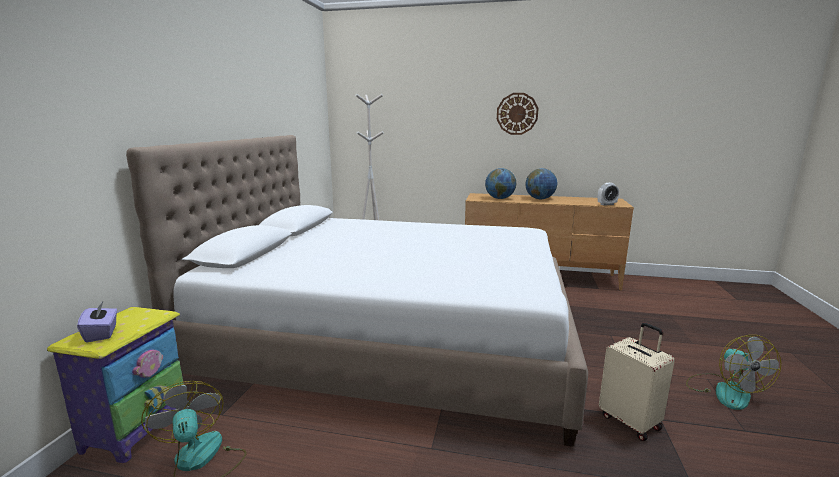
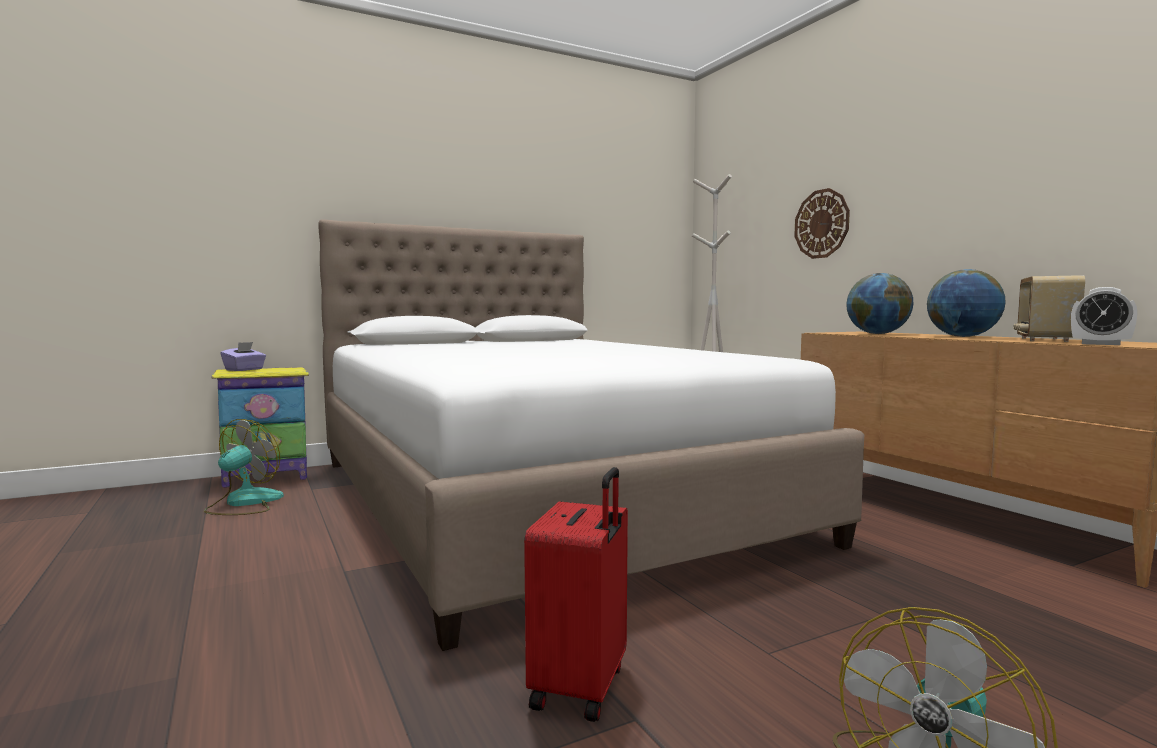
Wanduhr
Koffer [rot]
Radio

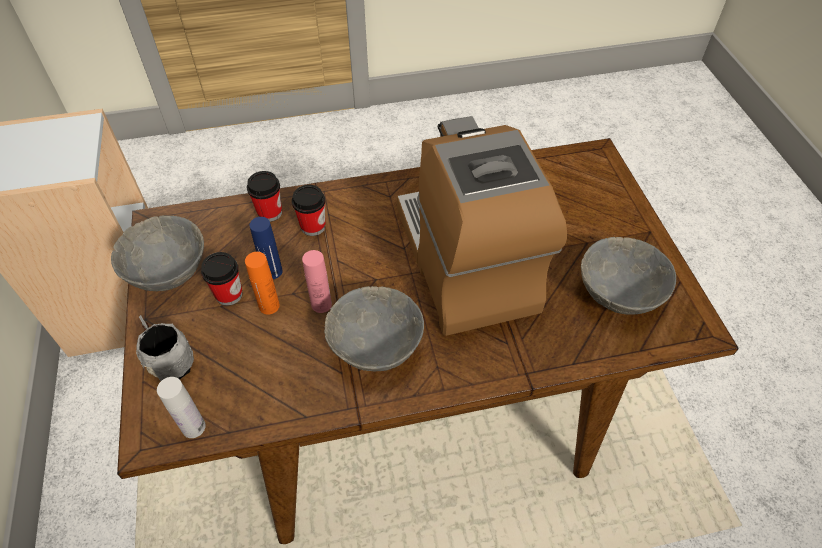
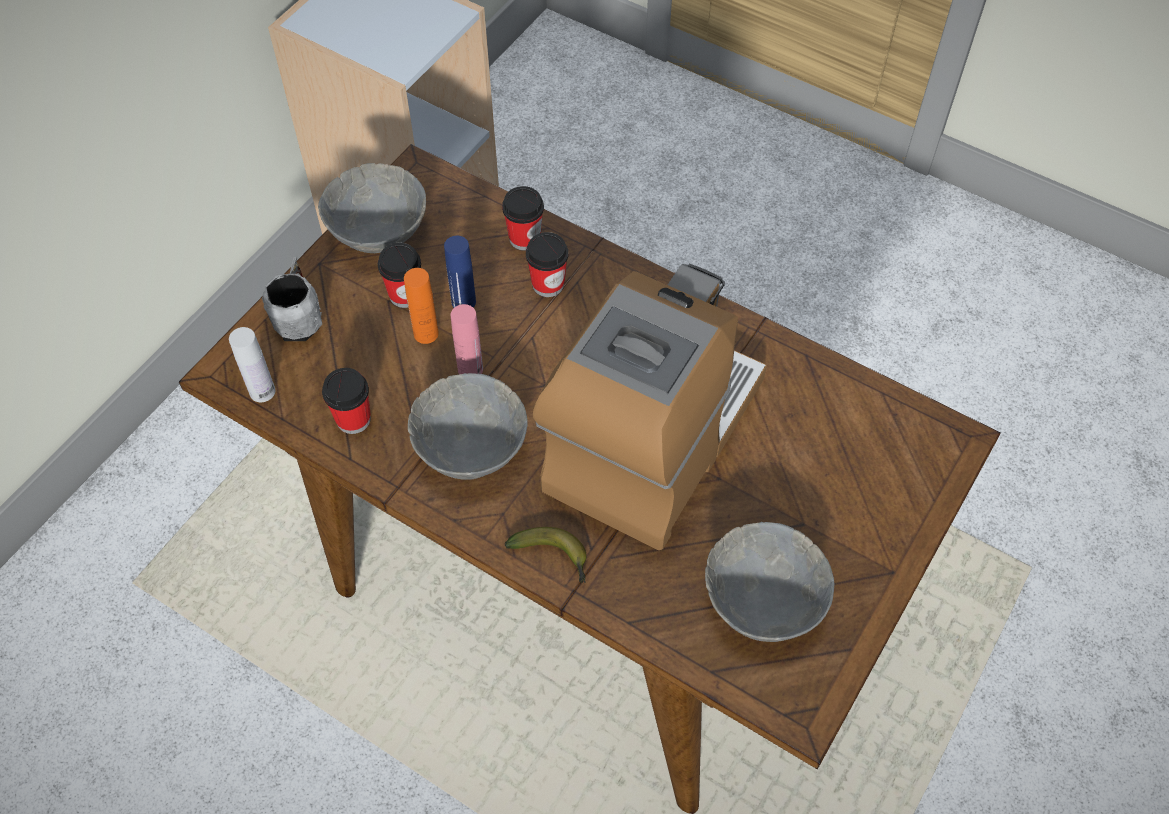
Tasse (no. 1 from left)
Banane

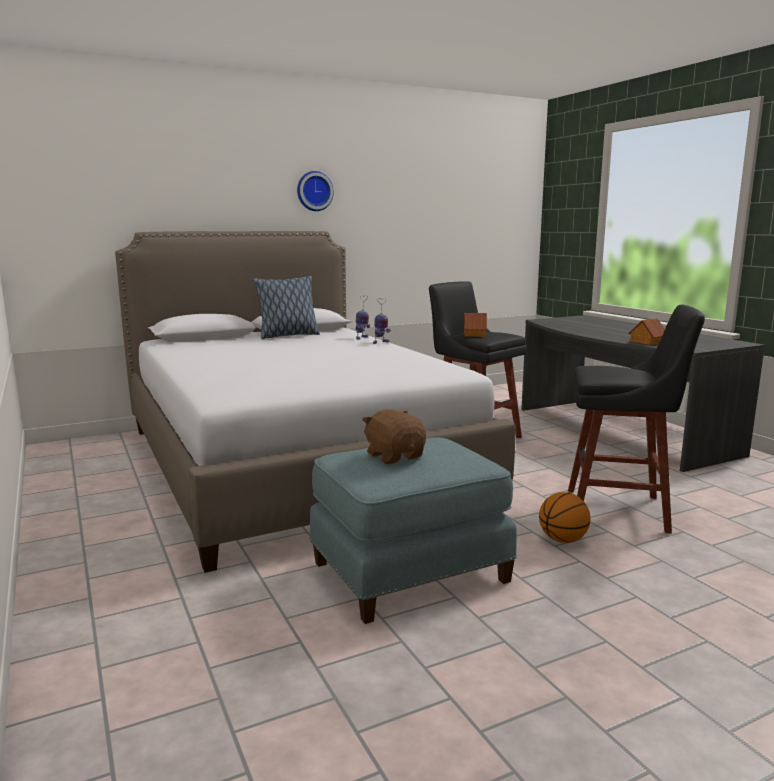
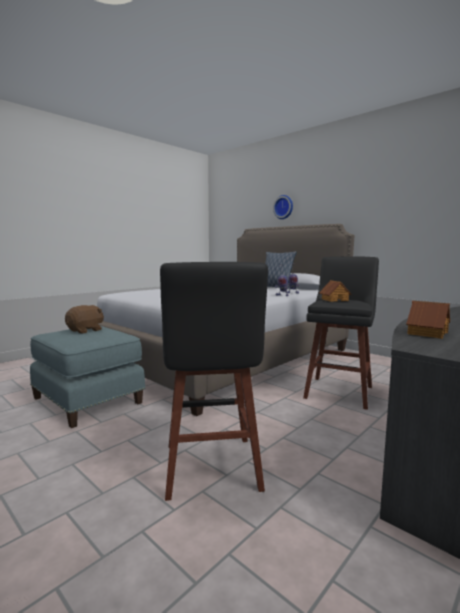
Wanduhr
Basketball

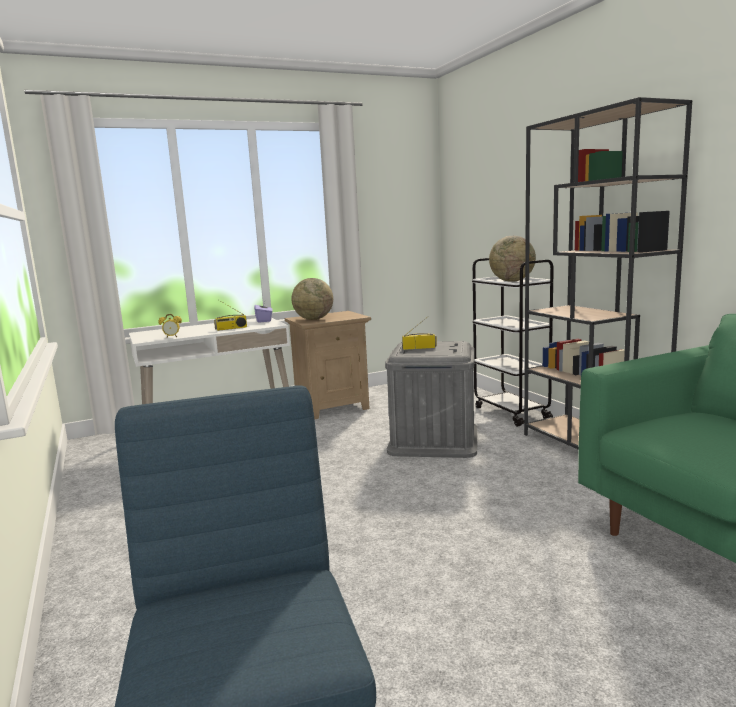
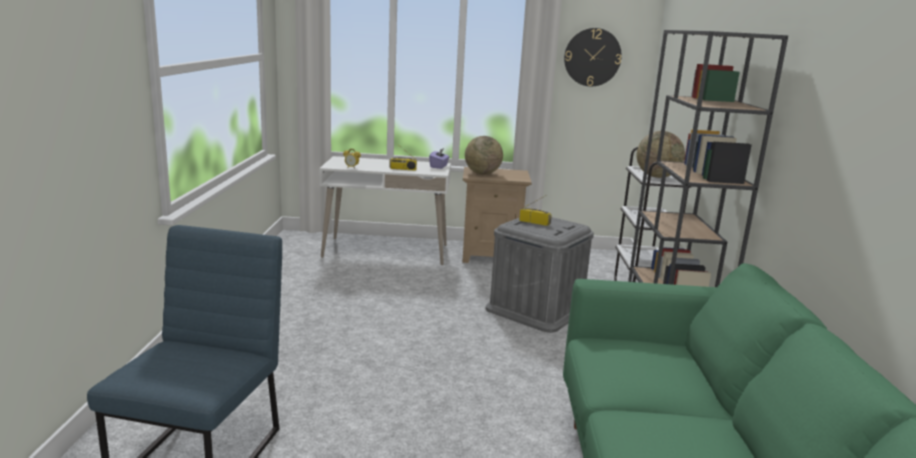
Wanduhr

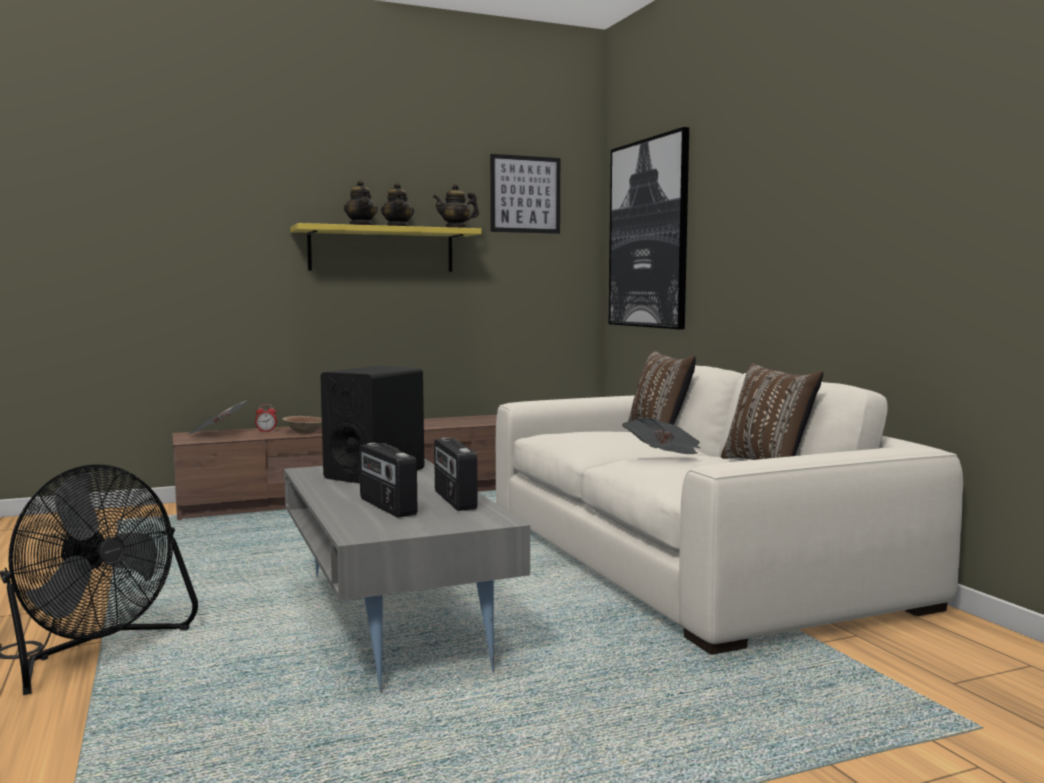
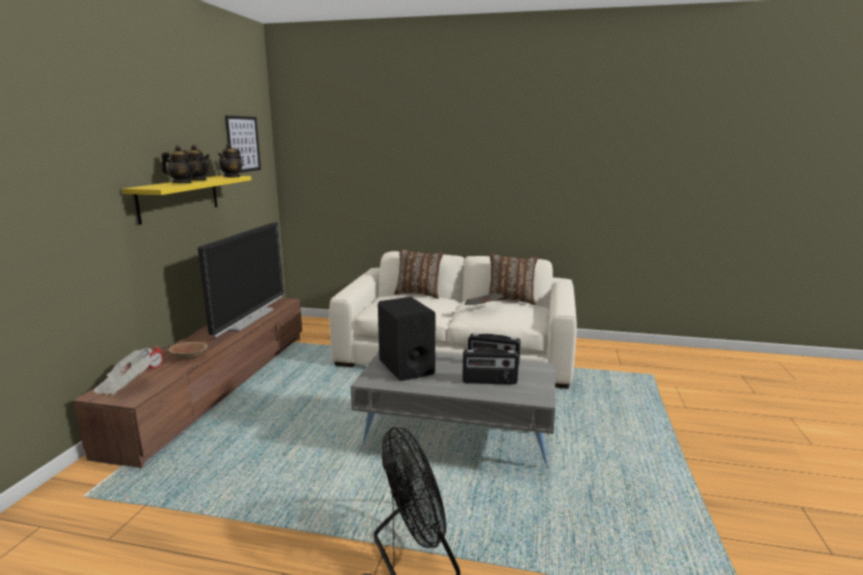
Bild (no. 2 from left in the first image)
Fernseher

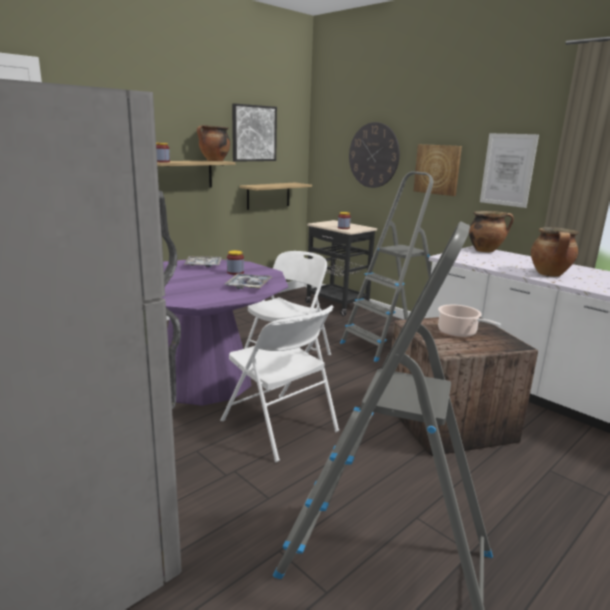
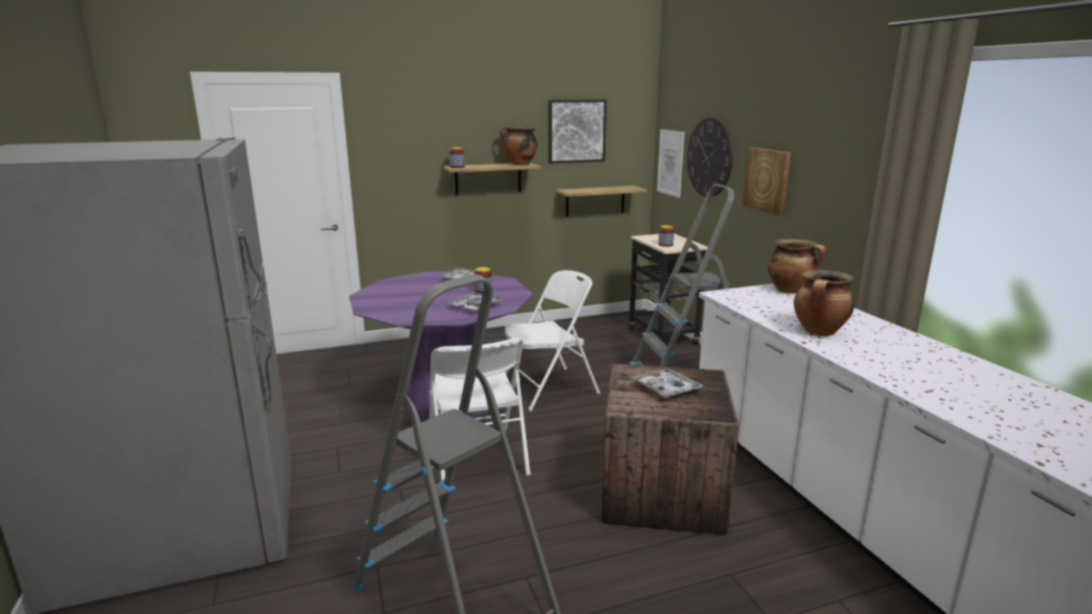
Tablett (no. 3 from left)
Bild (no. 2 from left)

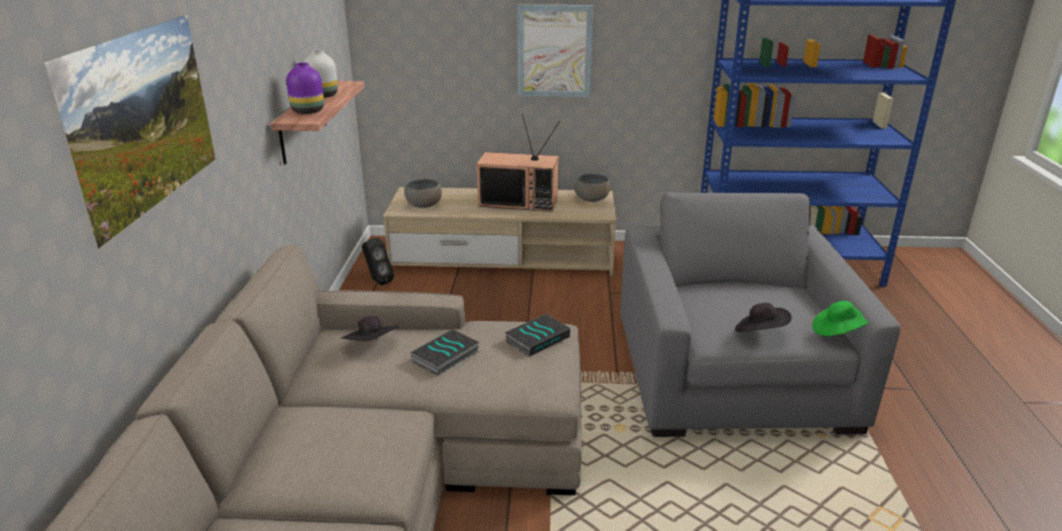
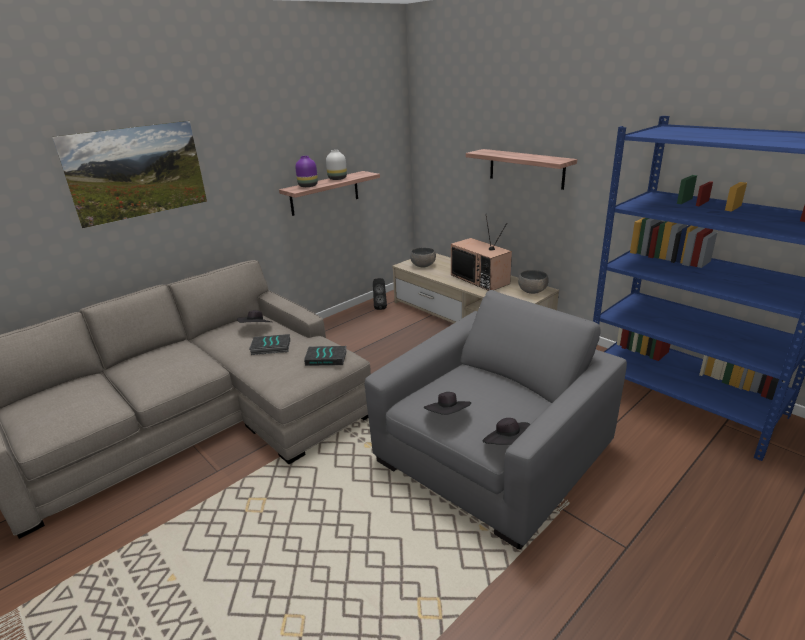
Wandregal (no. 2 from left)
Hut [schwarz] (no. 3 from left)

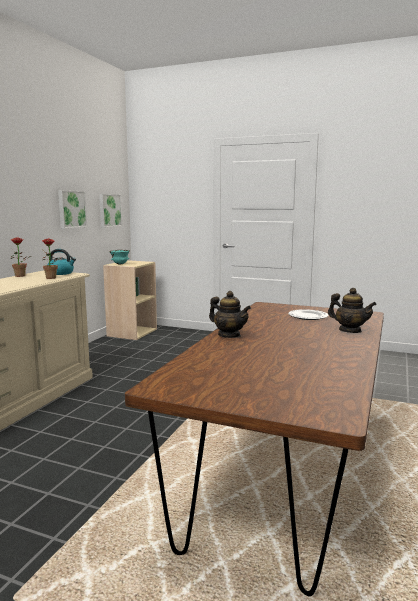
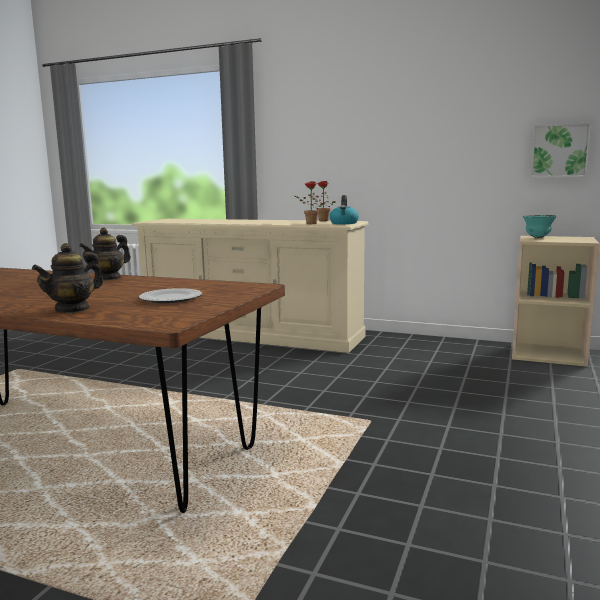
Bild (no. 1 from left in the first image)

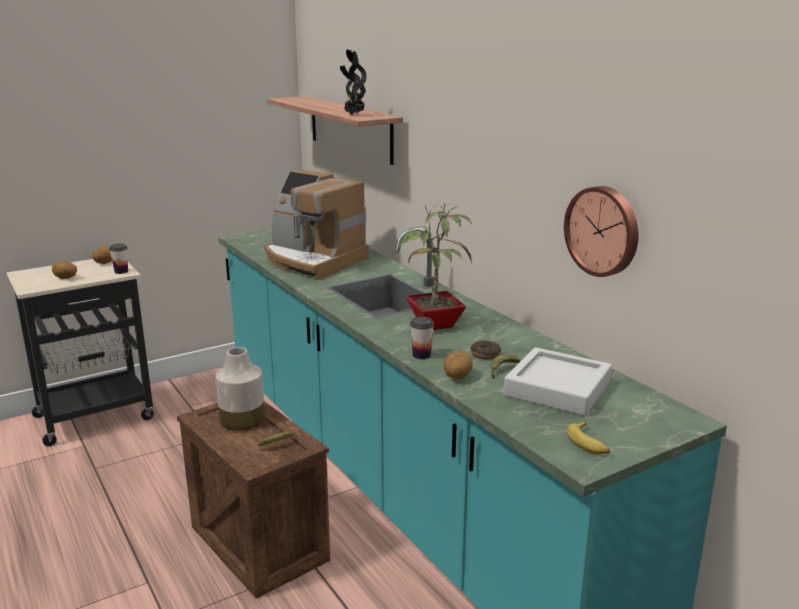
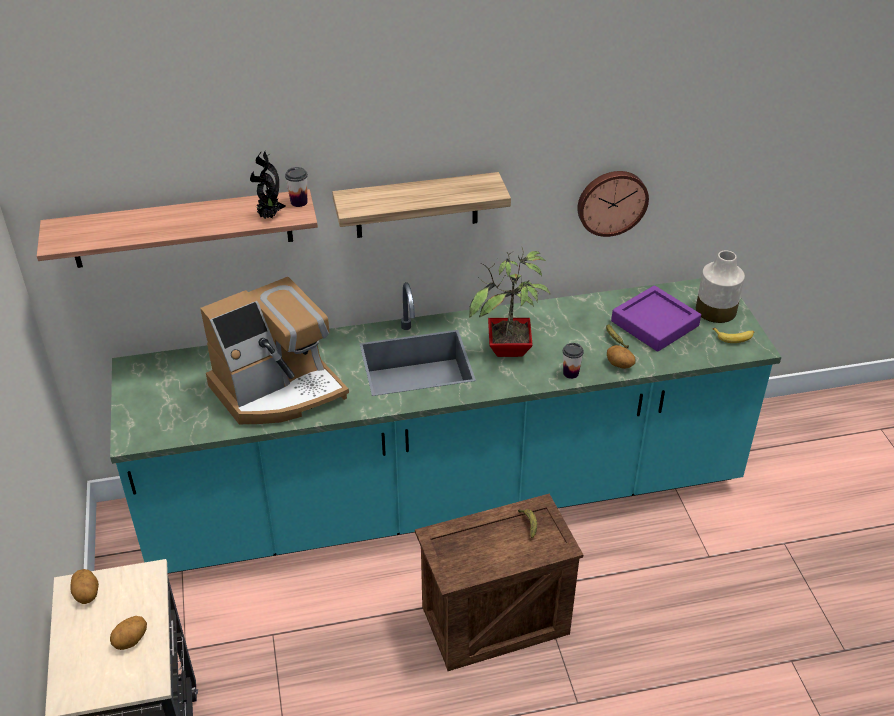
Tasse (no. 1 from left)
Vase [beige]
Donut
Tablett [lila]
Wandregal (no. 2 from left)

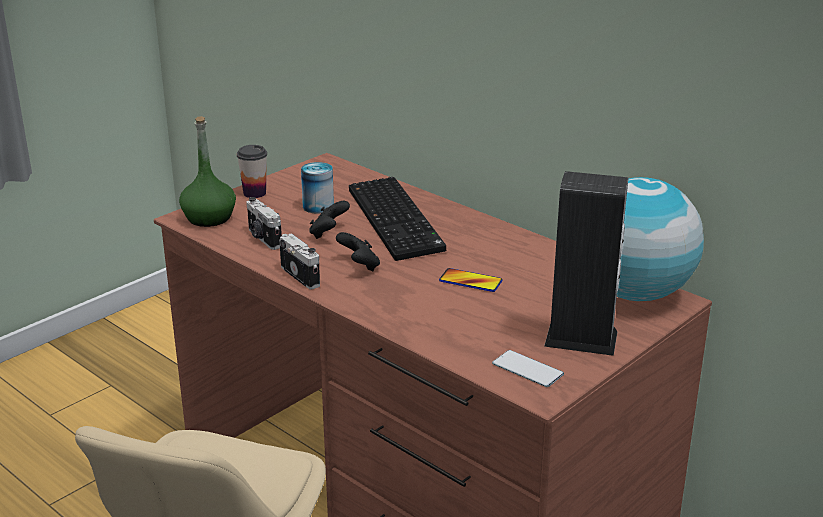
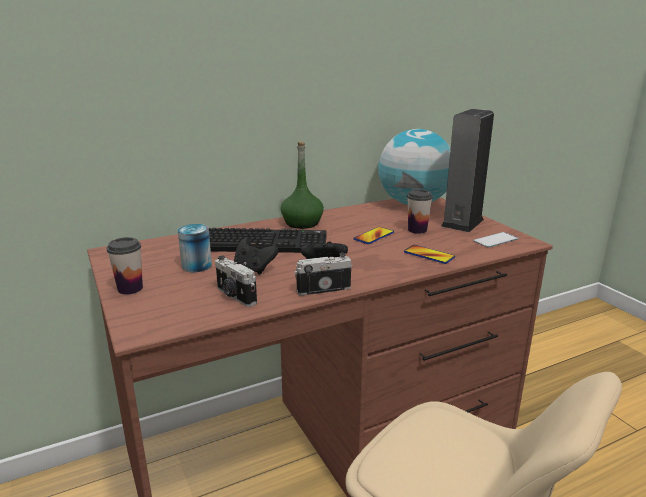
Flasche [grün]
Kamera (no. 1 from left)
Handy (no. 2 from left)
Tasse (no. 2 from left)

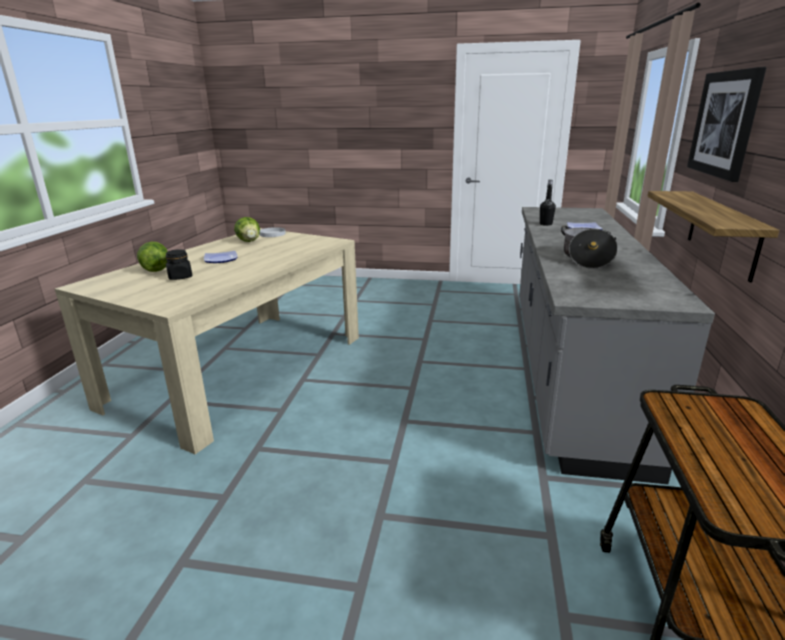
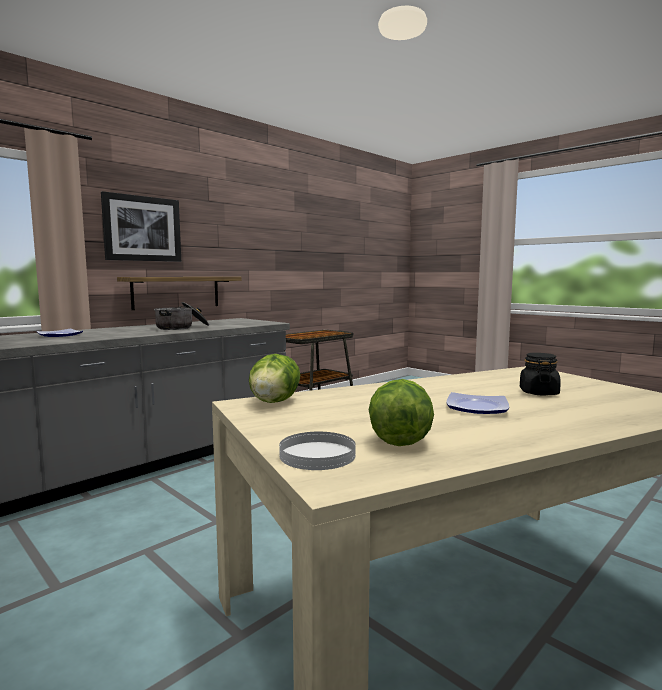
Salatkopf (no. 1 from left)
Flasche [schwarz]

